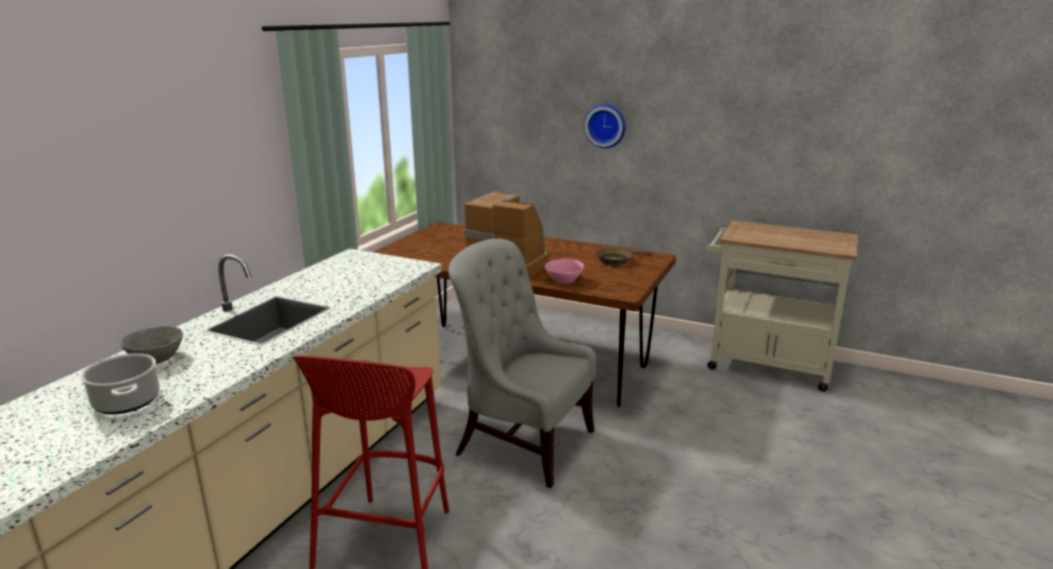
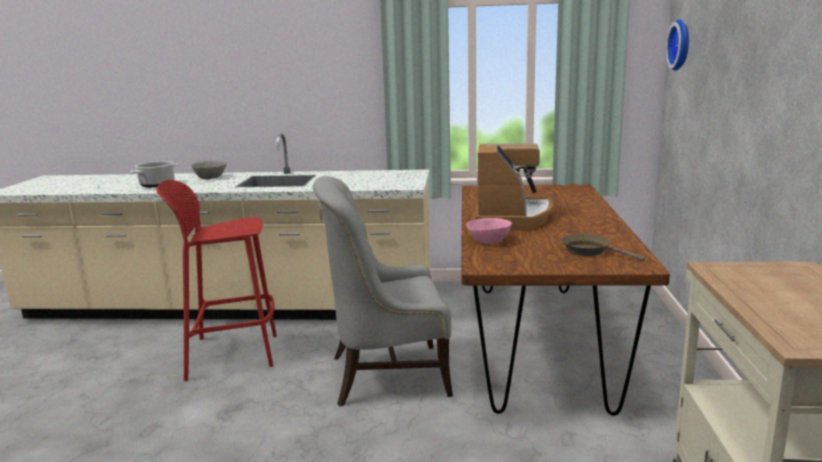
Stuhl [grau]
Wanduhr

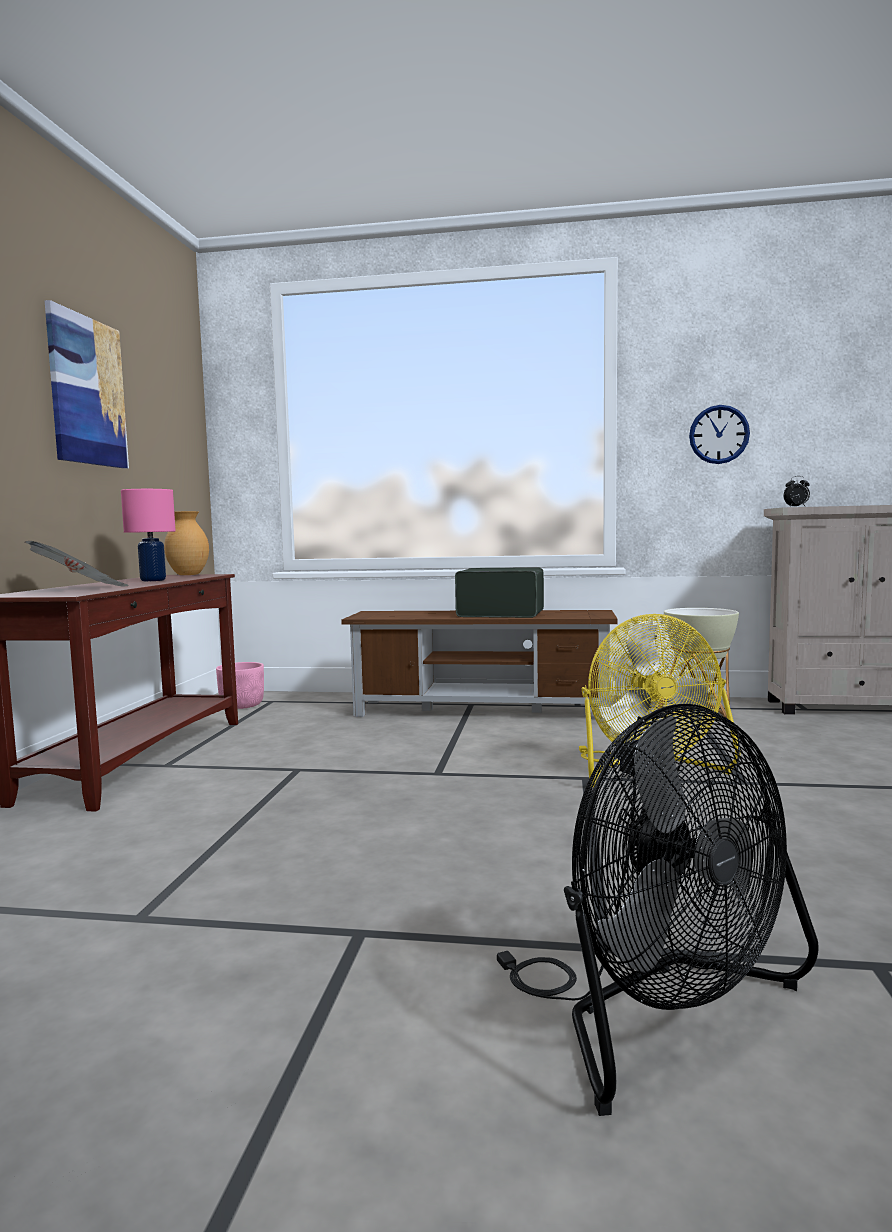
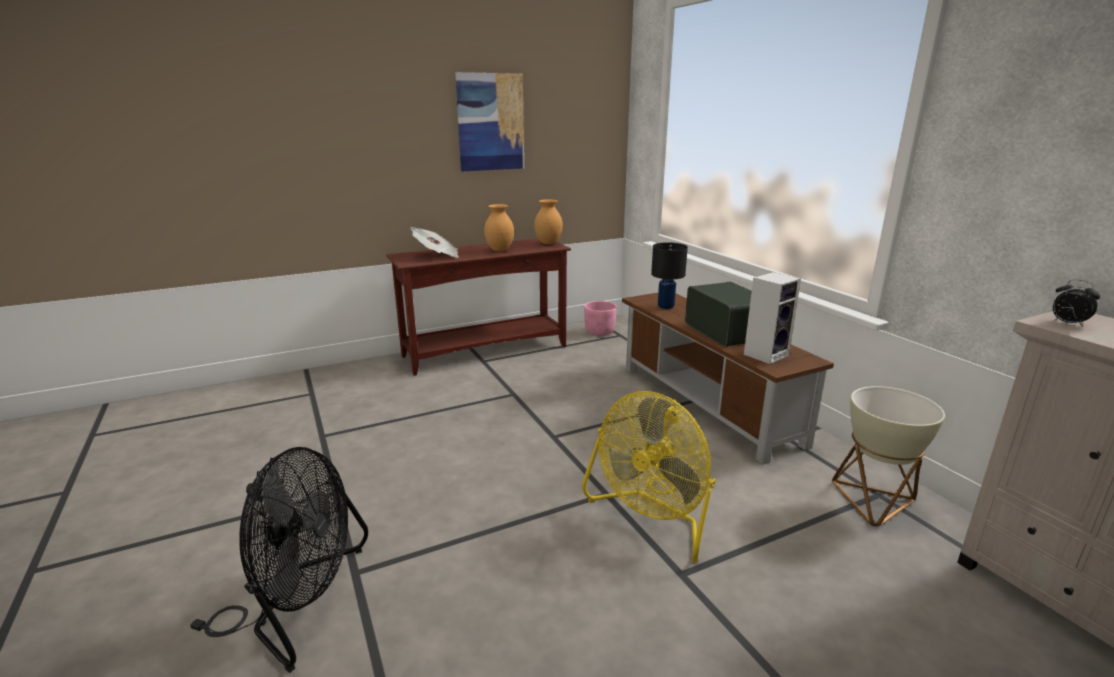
Vase [braun] (no. 1 from left)
Ventilator [schwarz]
Wanduhr
Tischlampe [schwarz]
Lautsprecher

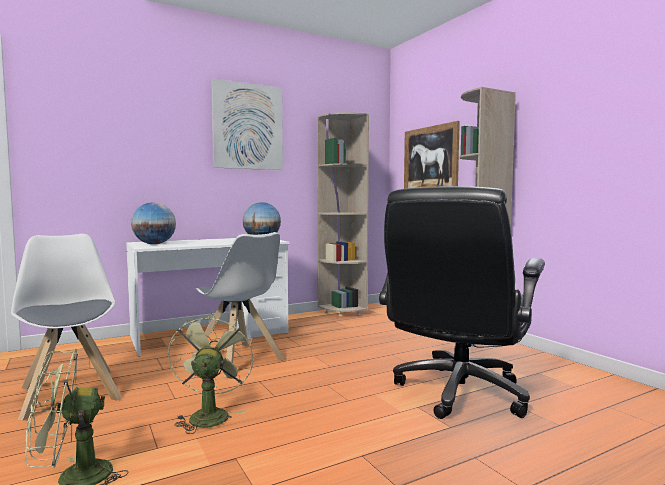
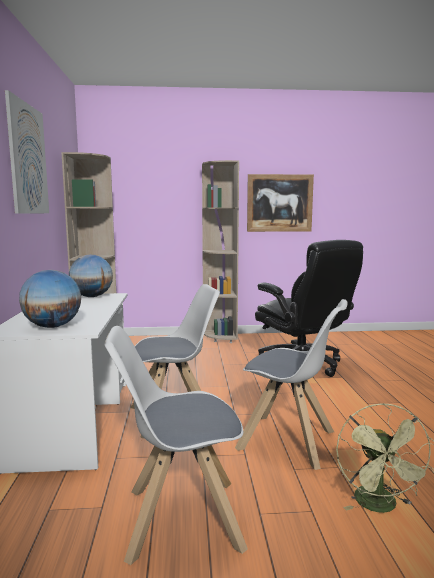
Stuhl (no. 3 from left)
Bild (no. 2 from left)

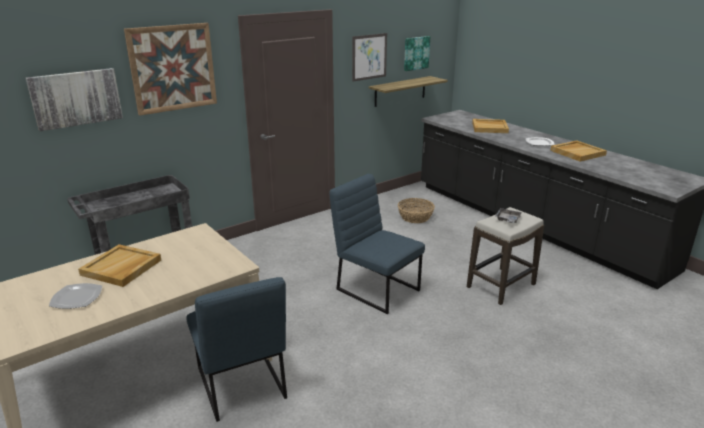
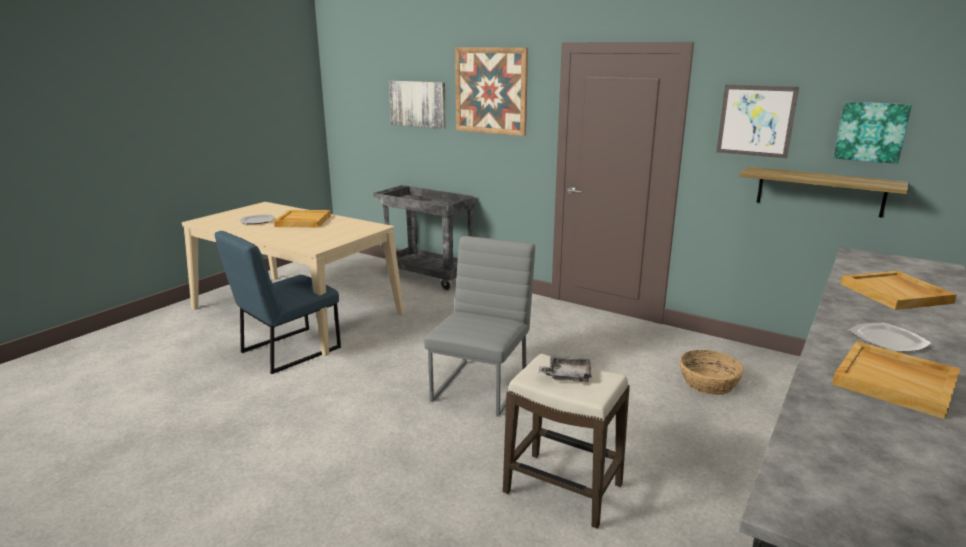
Stuhl [grau]

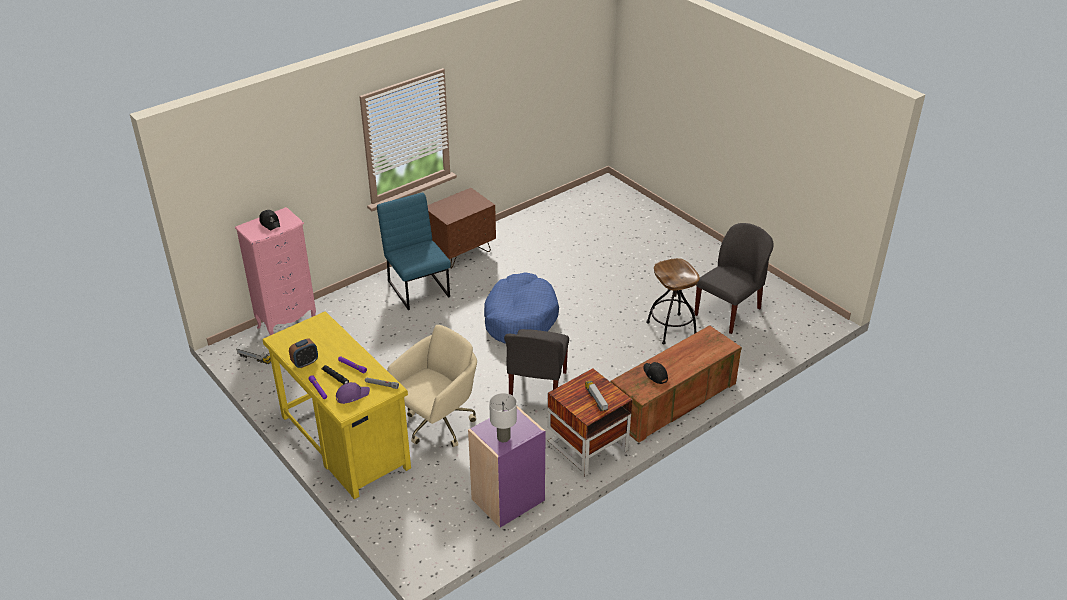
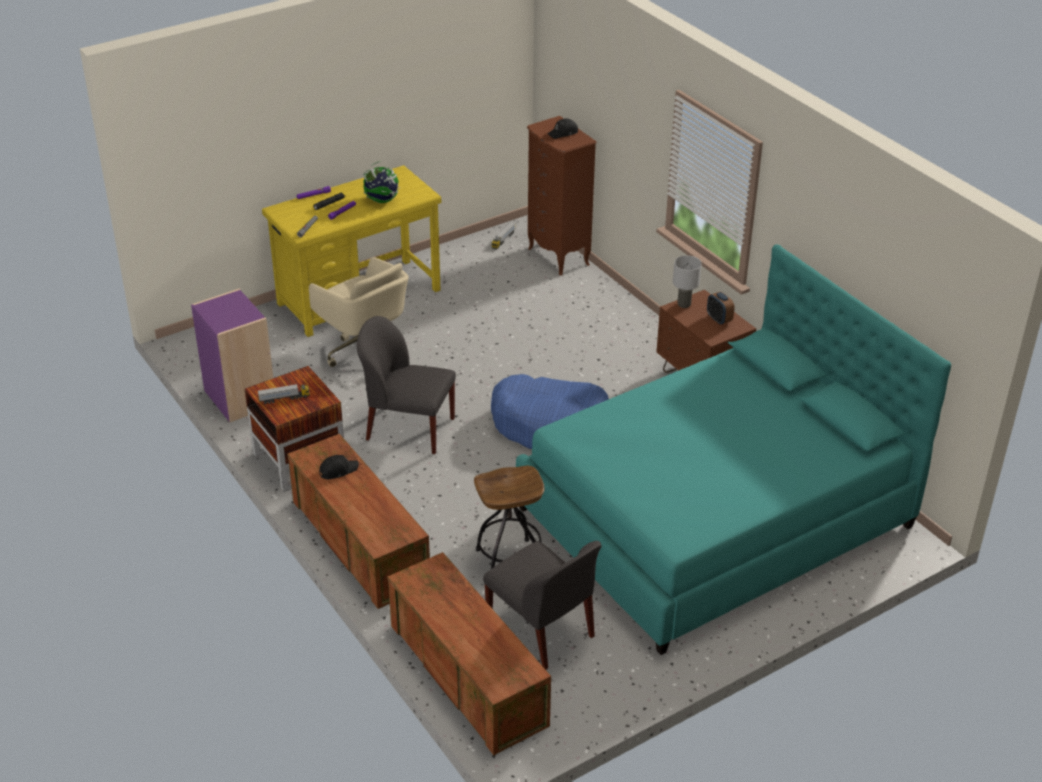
Kommode [braun]
Wecker
Kappe [lila]
Stuhl [blau]
Tischlampe [weiß]
Globus
Bank [braun] (no. 2 from left)
Bett [türkis]

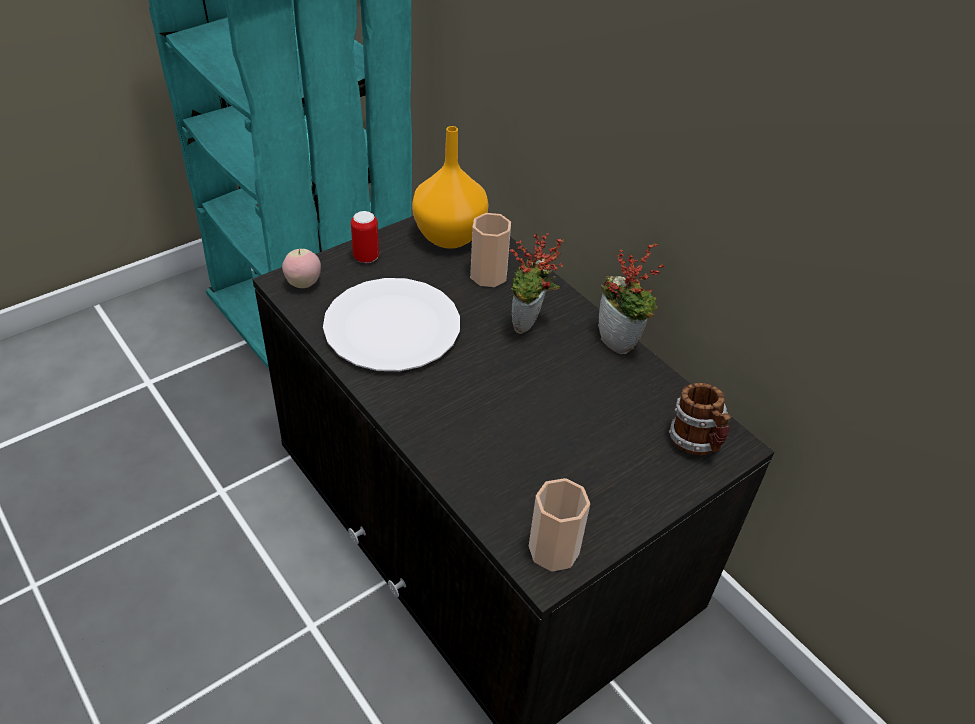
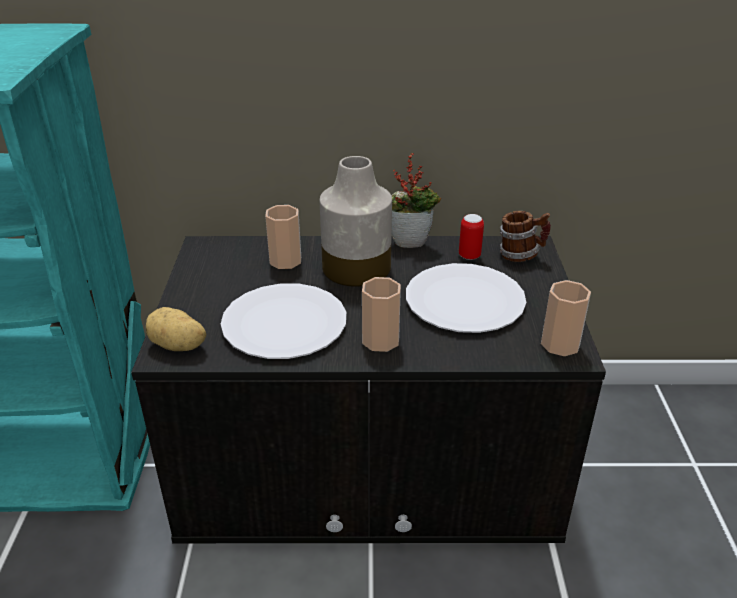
Kartoffel
Dose
Vase [orange]
Vase [beige]
Tasse (no. 2 from left)
Teller [weiß] (no. 2 from left)

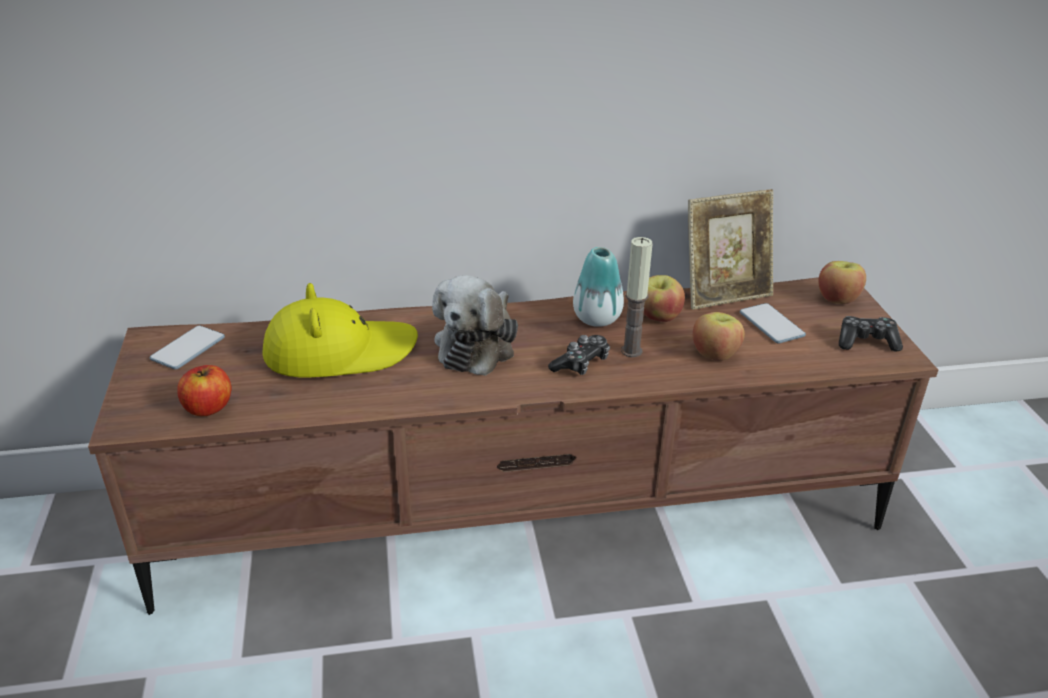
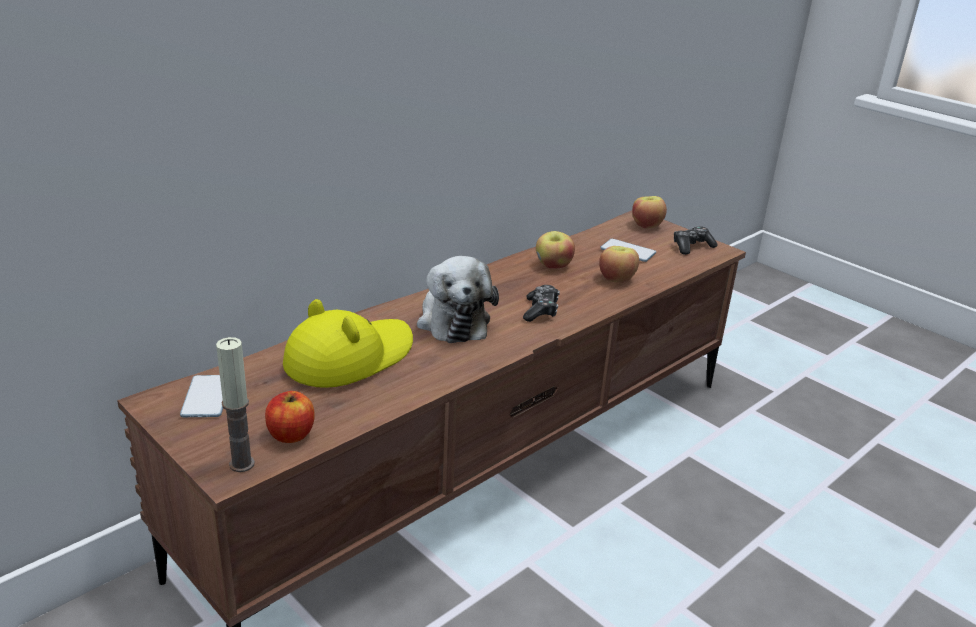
Vase
Kerze
Bilderrahmen

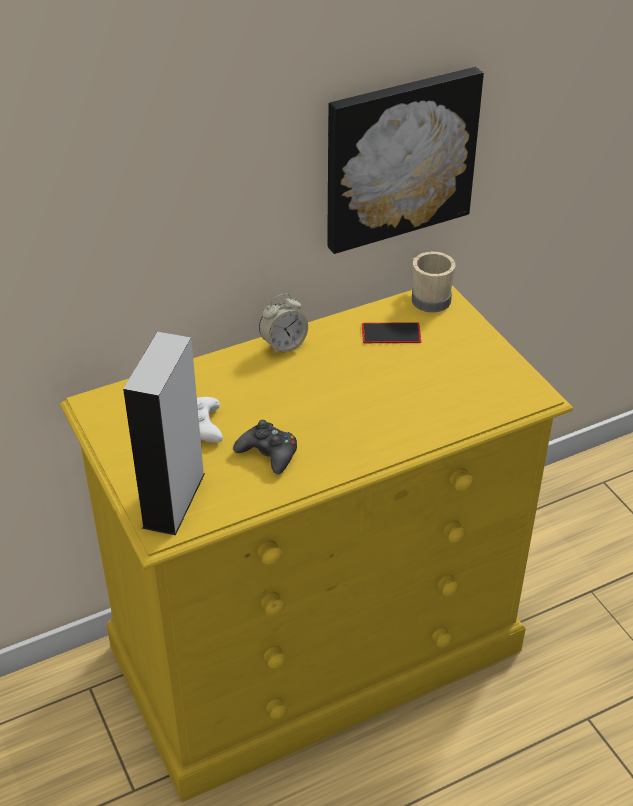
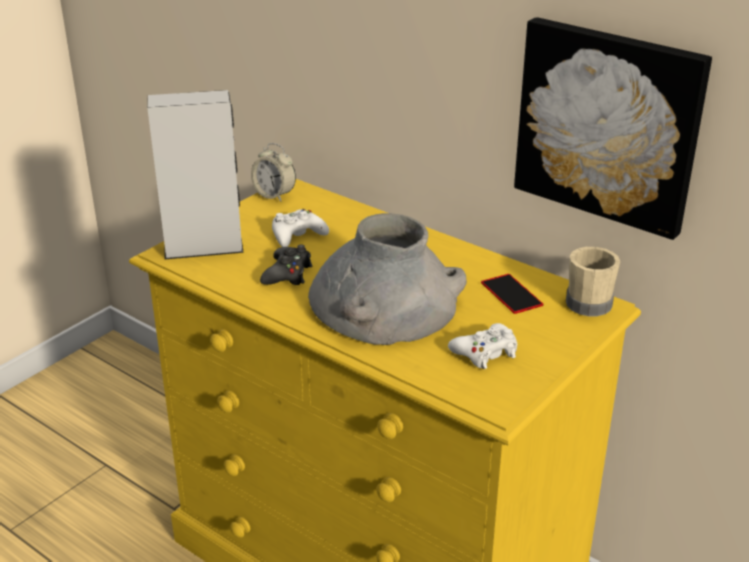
Wecker
Vase [grau]
Gamepad [weiß] (no. 2 from left)

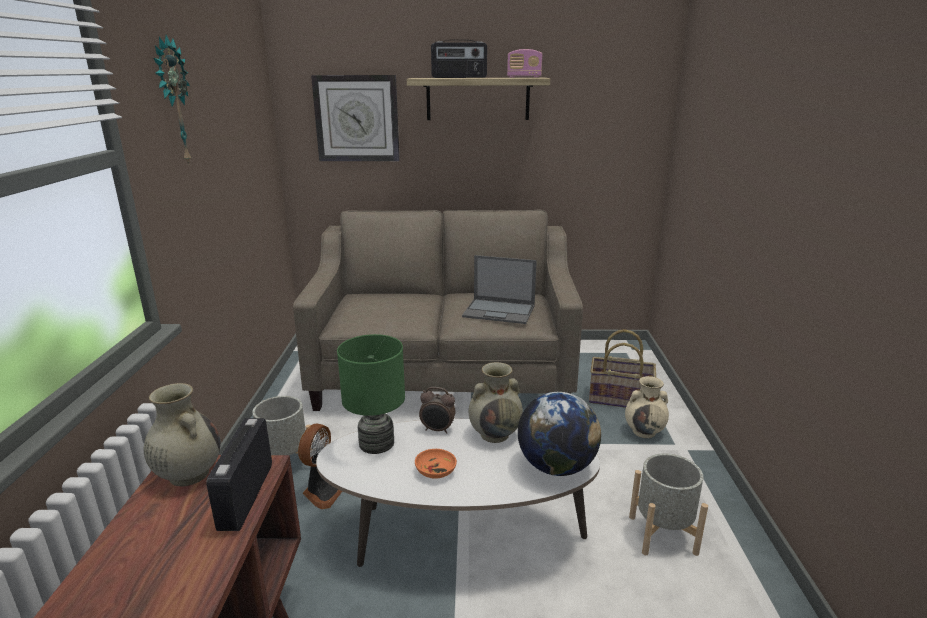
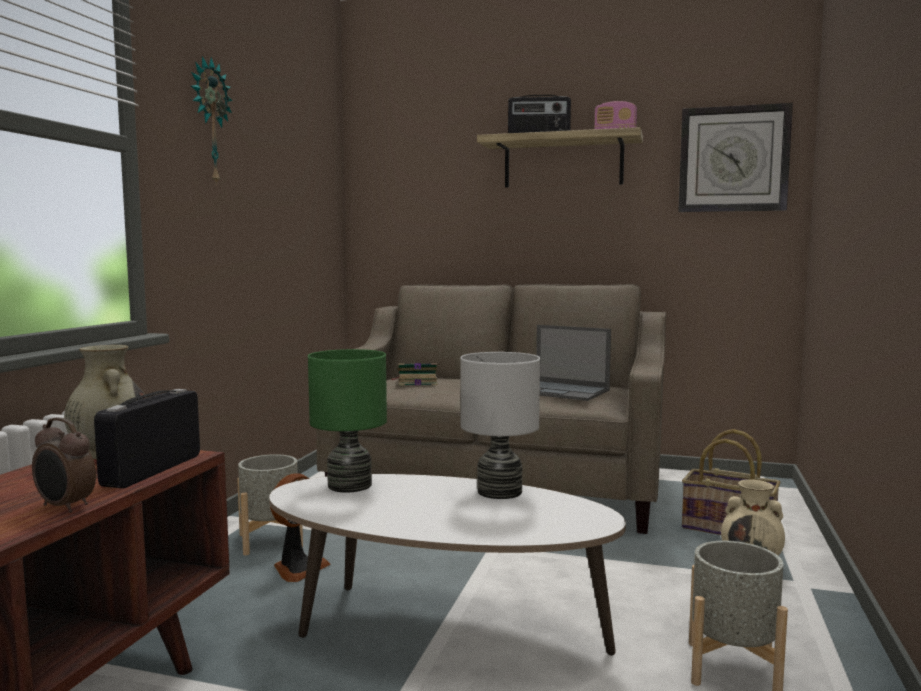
Wanduhr (no. 2 from left)
Schüssel [orange]
Wecker
Tischlampe [grau]
Globus
Buch

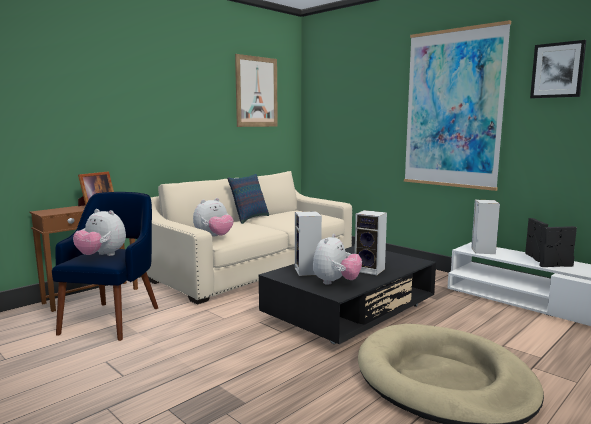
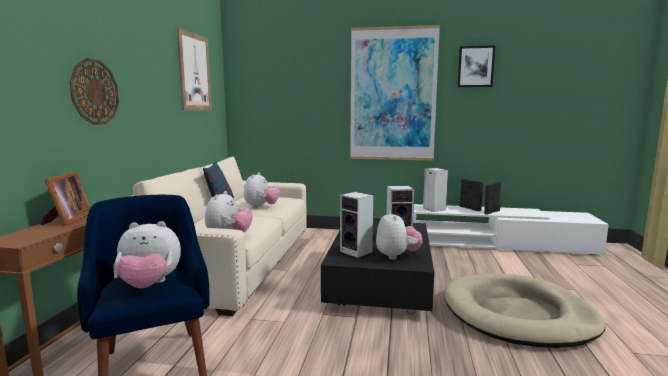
Wanduhr
Plüschtier (no. 3 from left)

